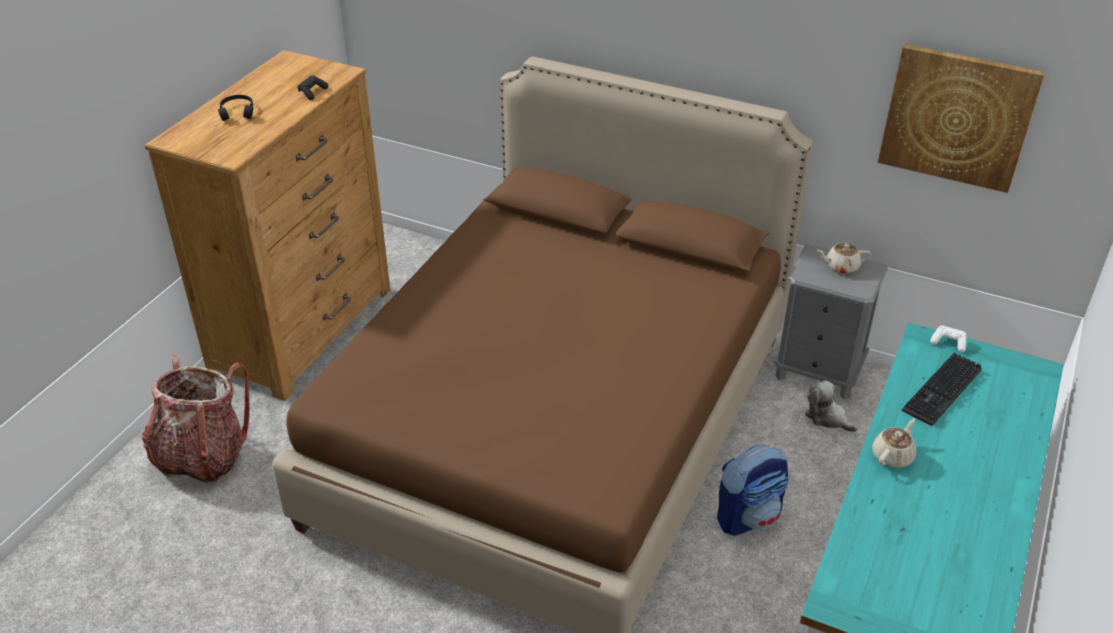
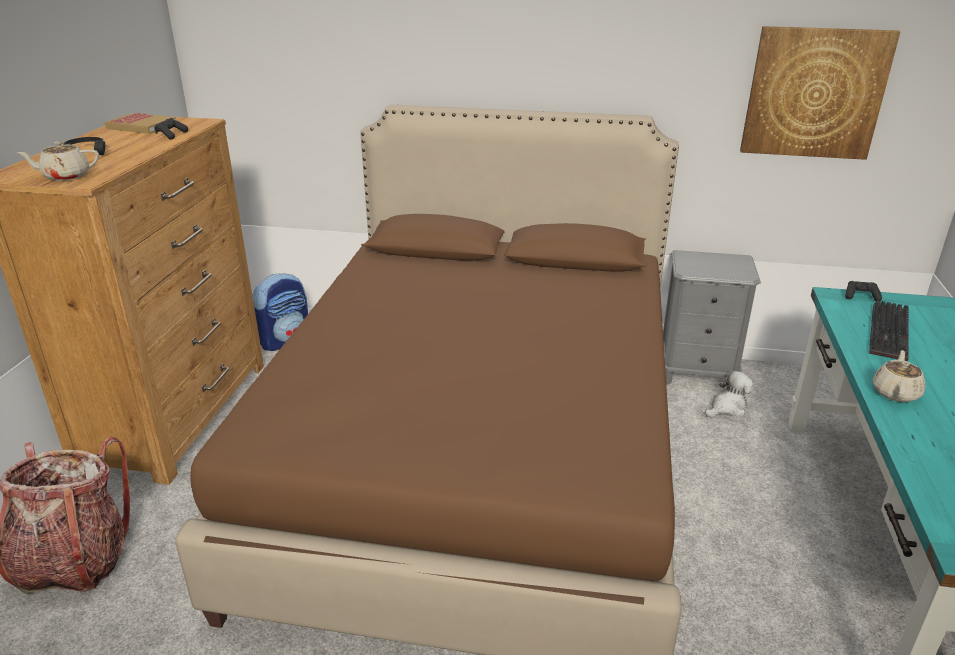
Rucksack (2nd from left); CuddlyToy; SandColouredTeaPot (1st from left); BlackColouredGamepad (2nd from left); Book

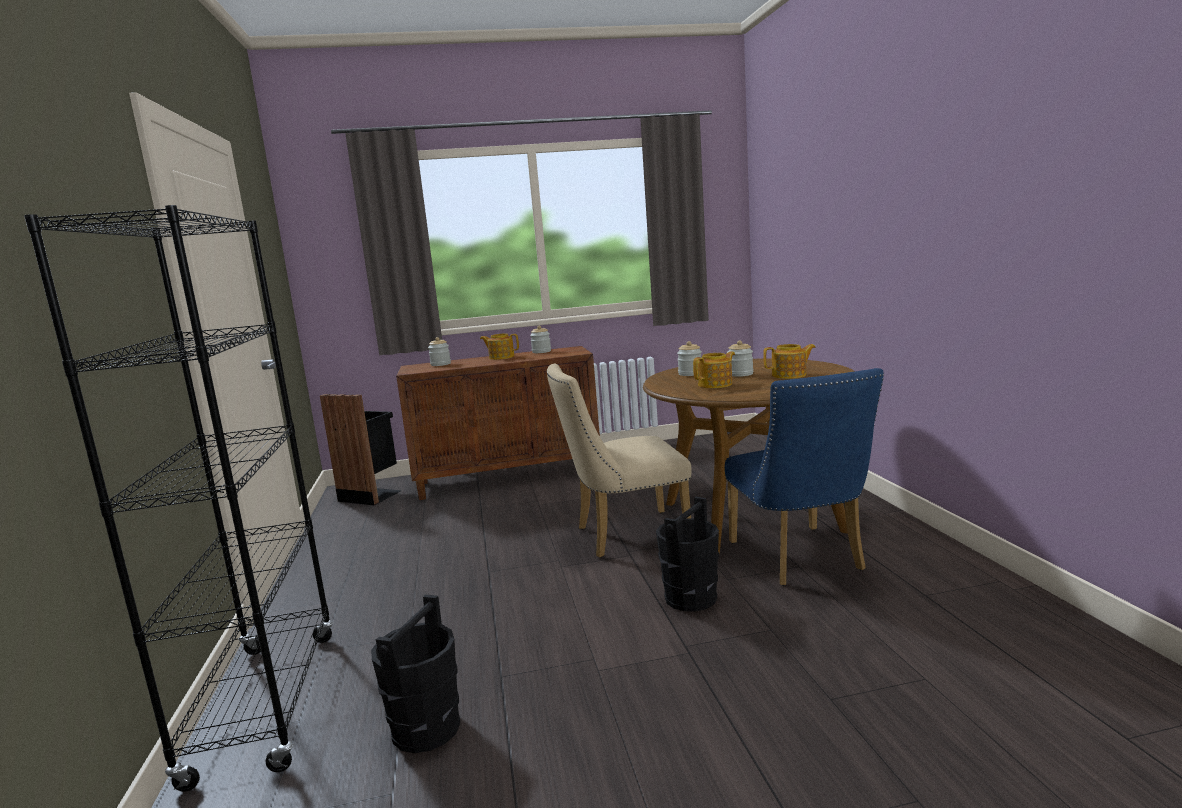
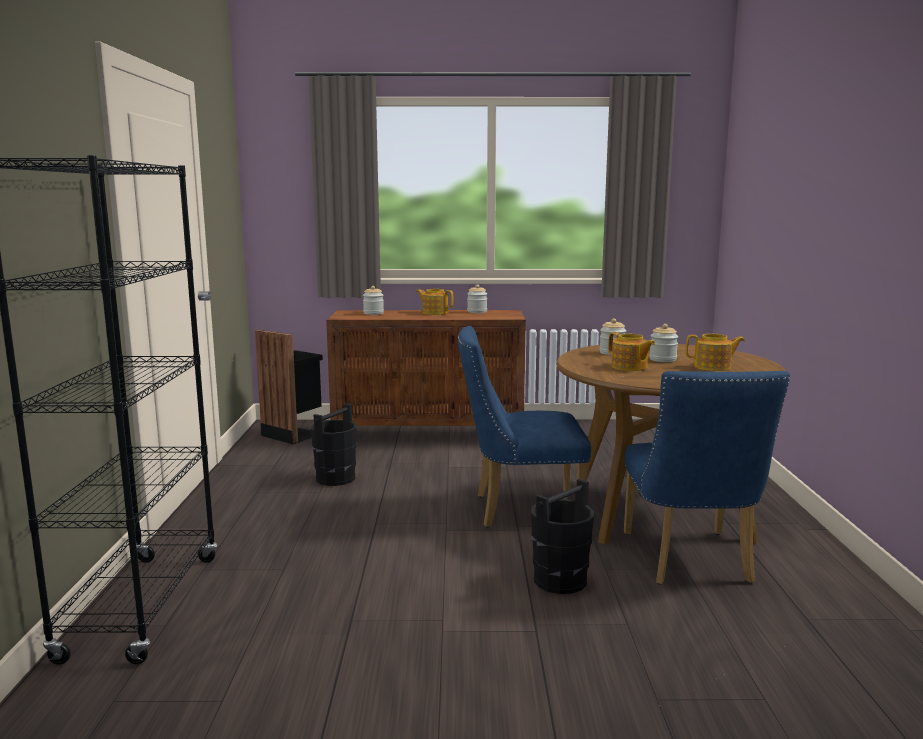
BlackColouredWaterBucket (1st from left); BlueColouredUprightChair (1st from left); TeaPot (2nd from left)

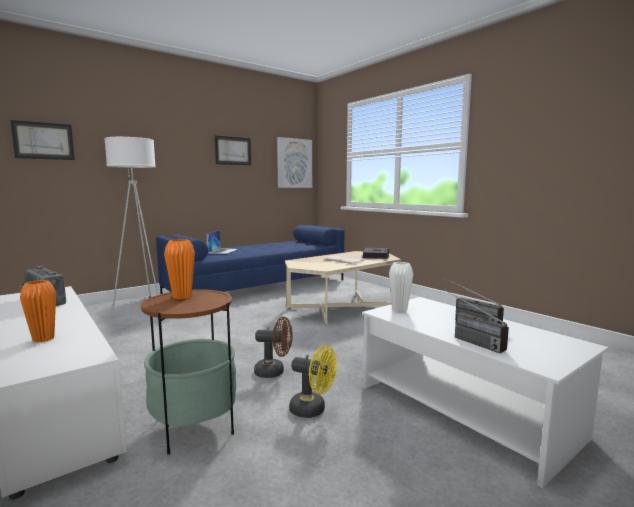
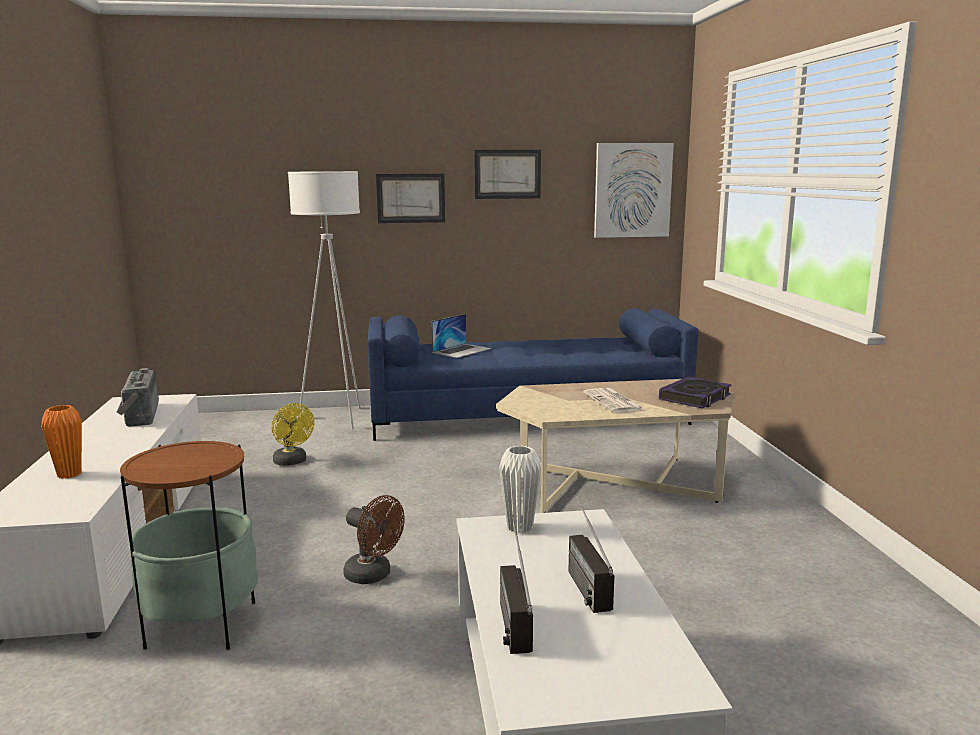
Picture (1st from left); OrangeyVase (2nd from left in the first image); YellowishCoolingFan

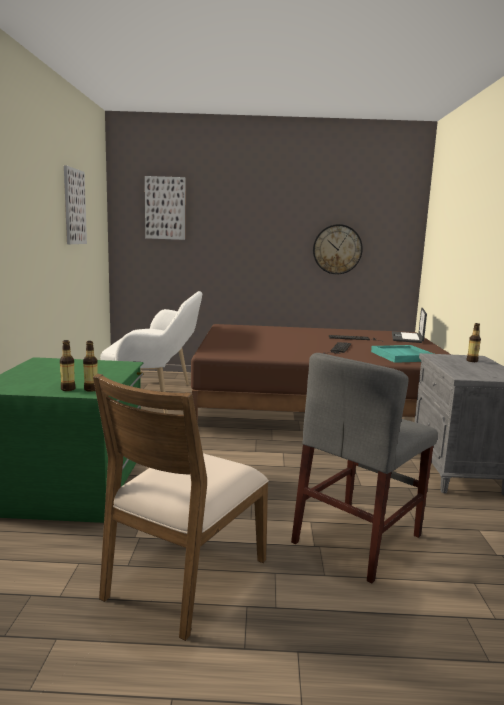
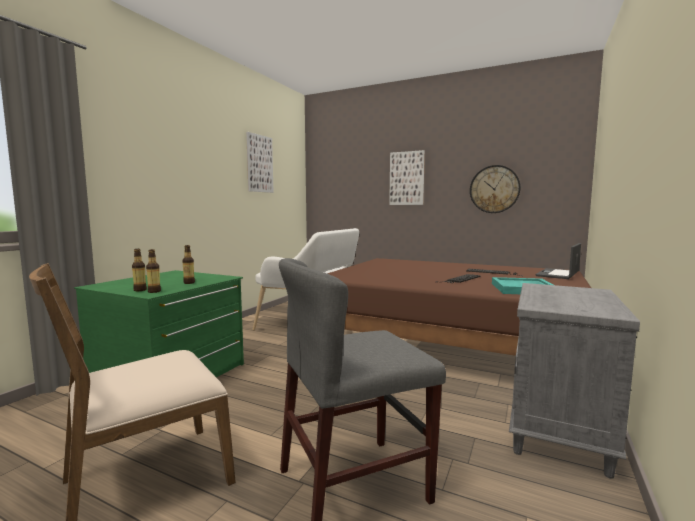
Picture (2nd from left); Bottle (3rd from left)

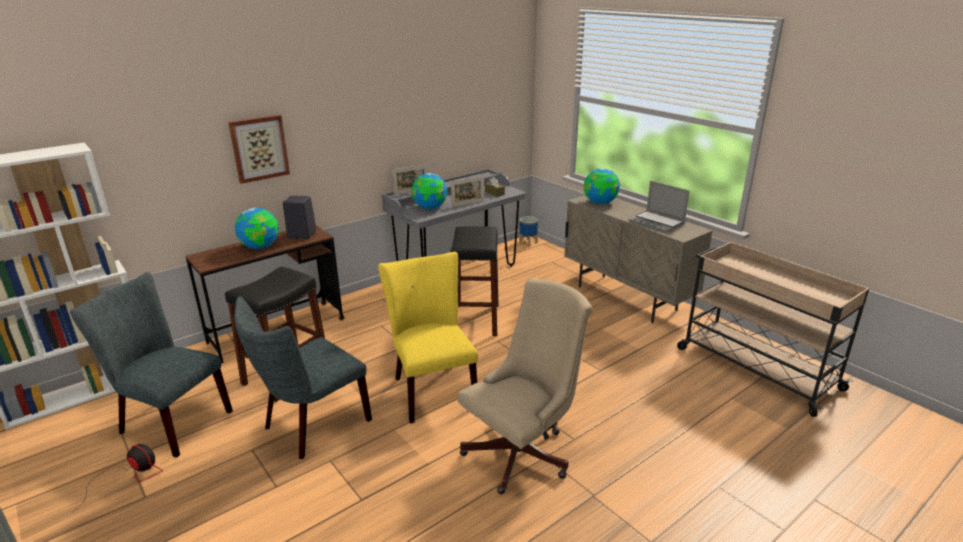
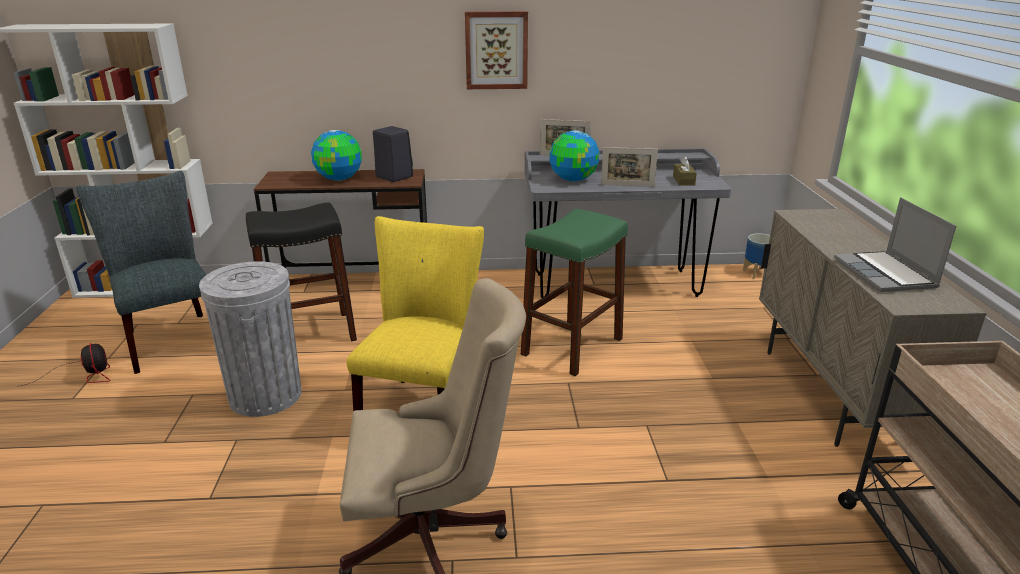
Picture; GrayTrashCan; GreenColouredStoolSeat; Globe (3rd from left in the first image)

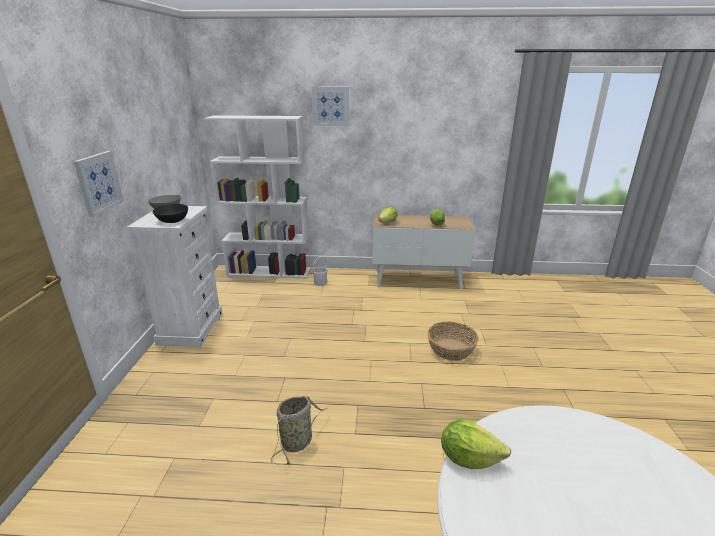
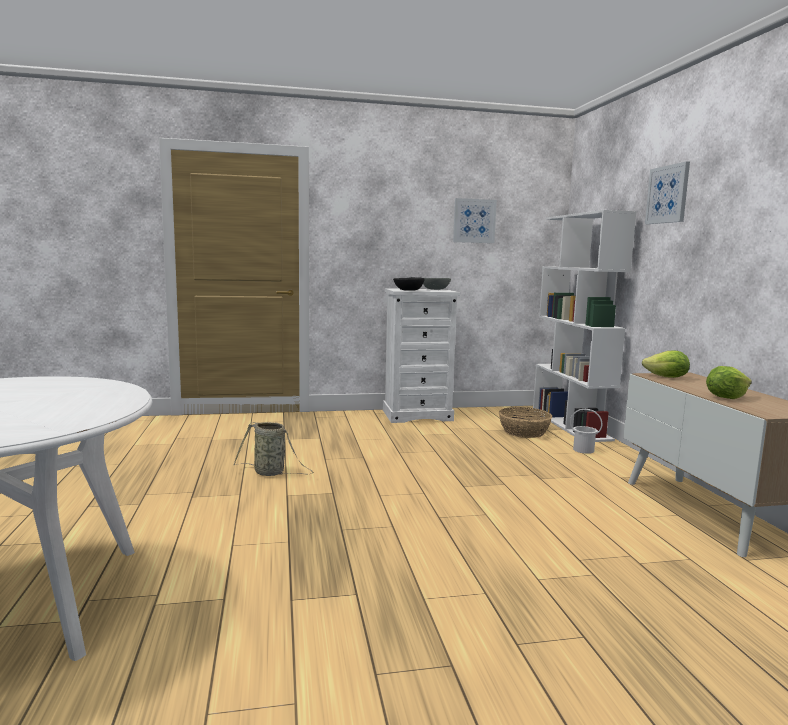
Picture (1st from left); StorageBasket (2nd from left); HeadOfLettuce (3rd from left in the first image)

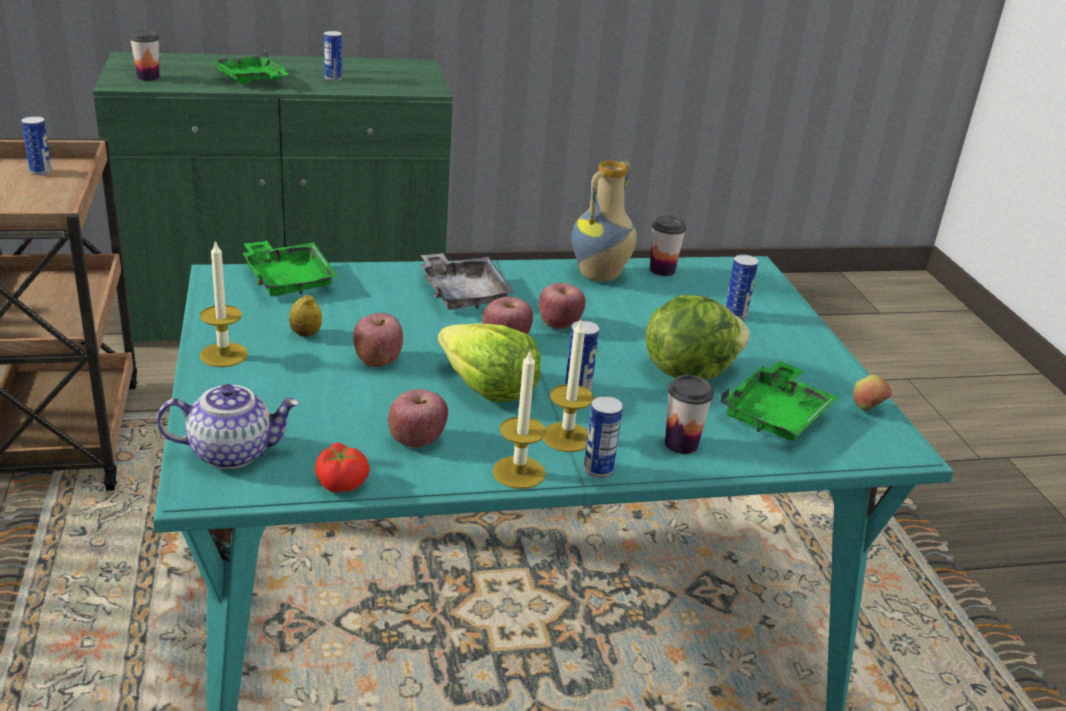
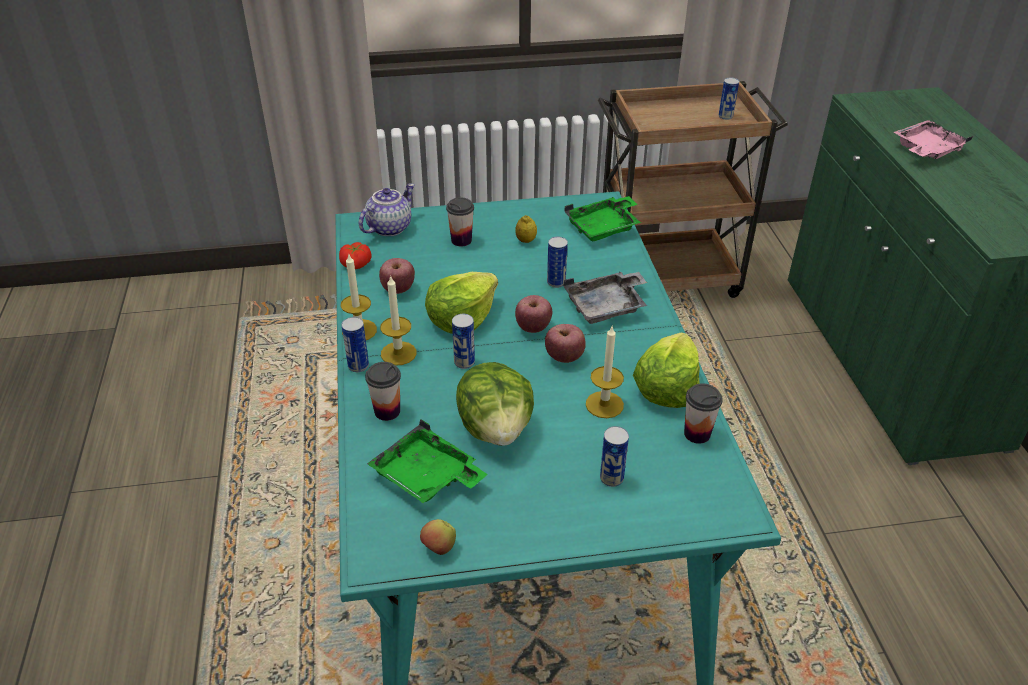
DrinkingCup (2nd from left); TeaPot; WaxLight (3rd from left); PinkishTray; SealedCan (3rd from left); WholeApple (1st from left in the first image); HeadOfLettuce (3rd from left)

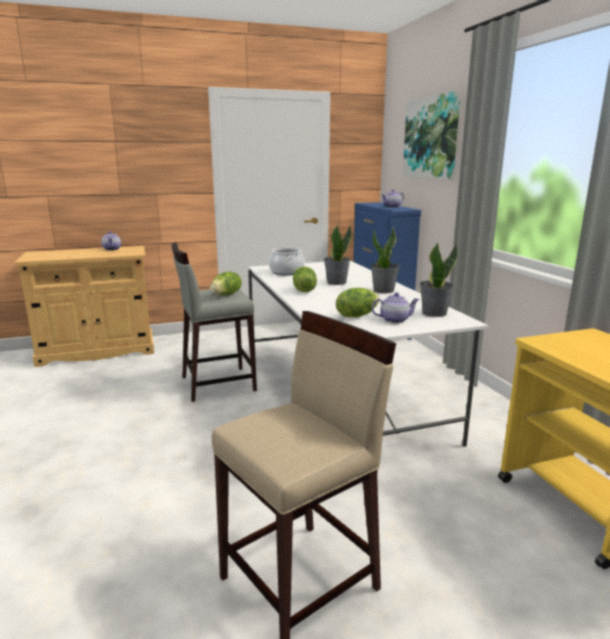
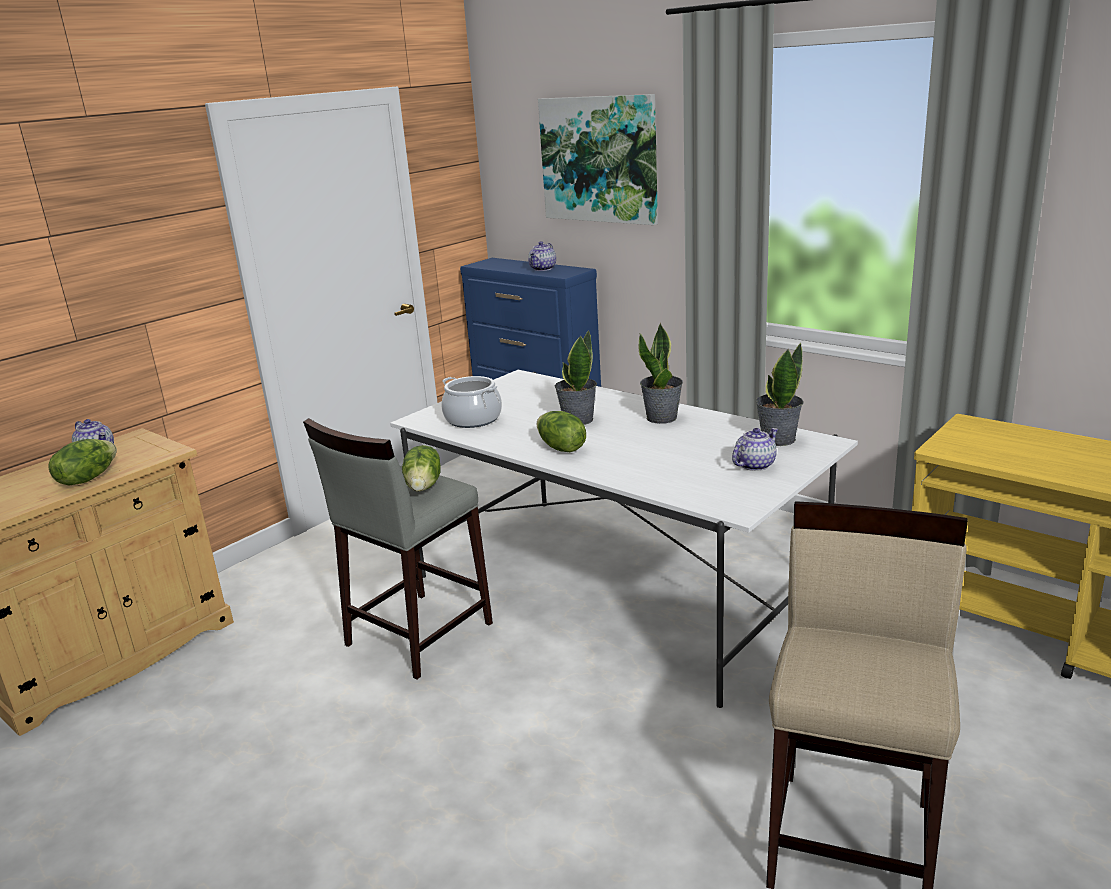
HeadOfLettuce (1st from left)

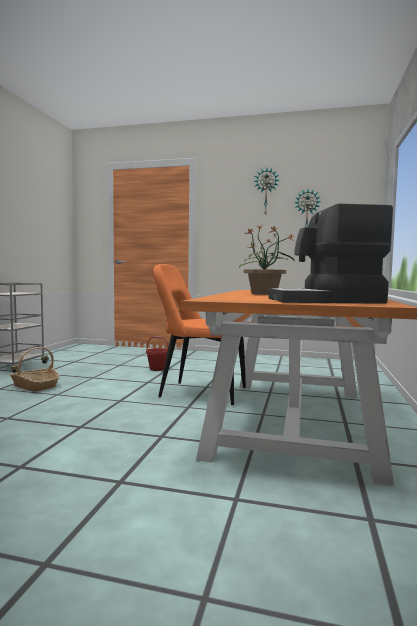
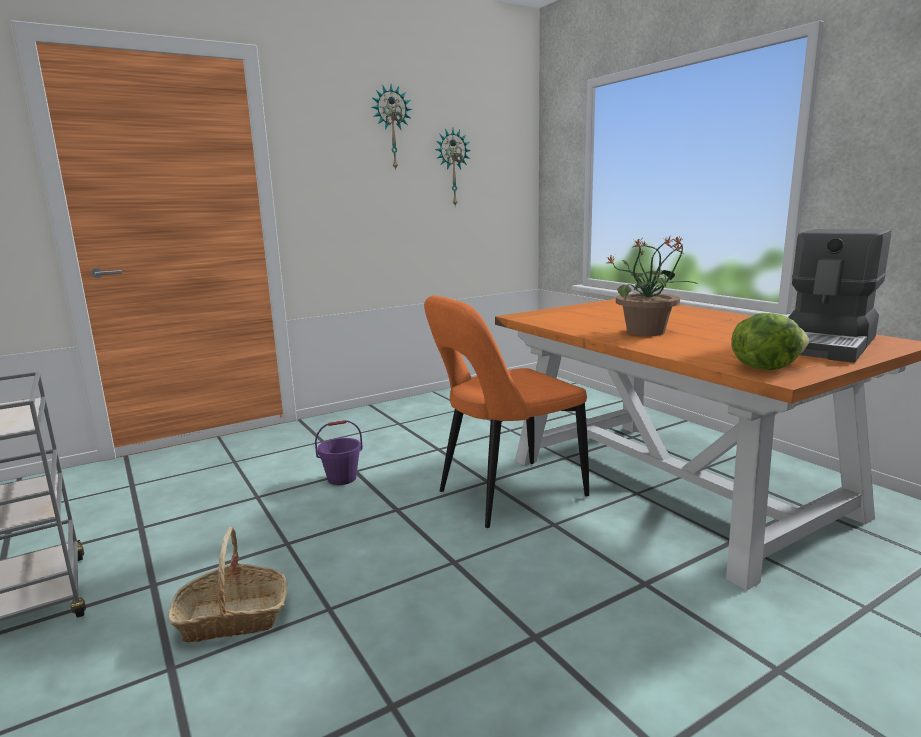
PurplishWaterBucket; HeadOfLettuce

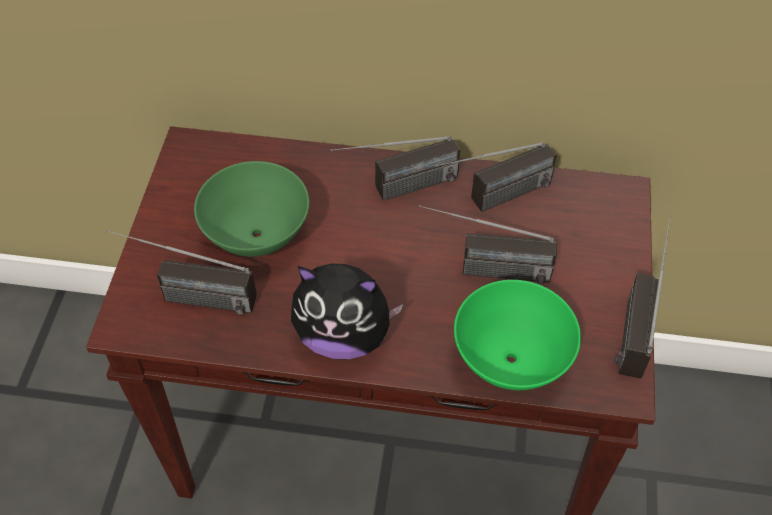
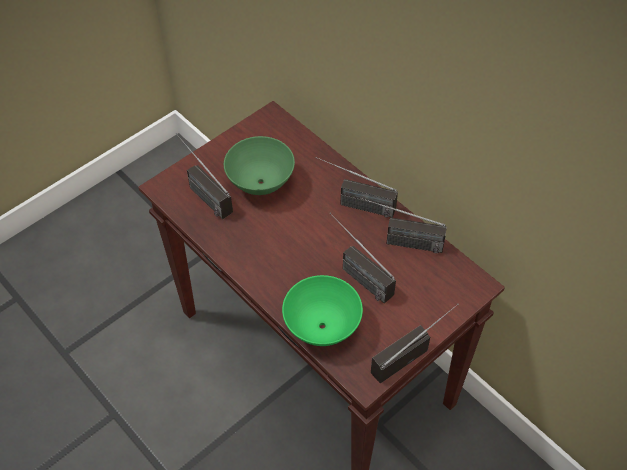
CuddlyToy

